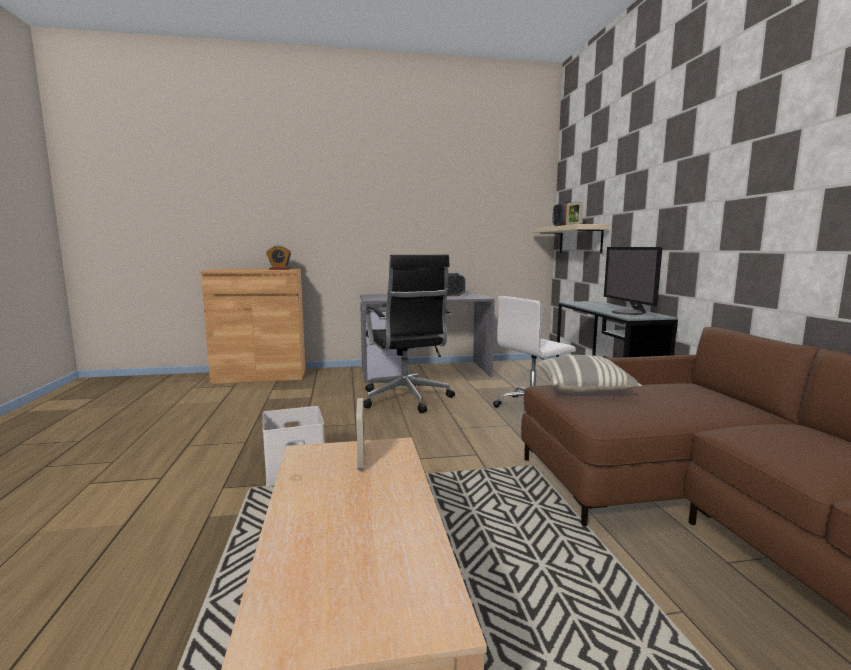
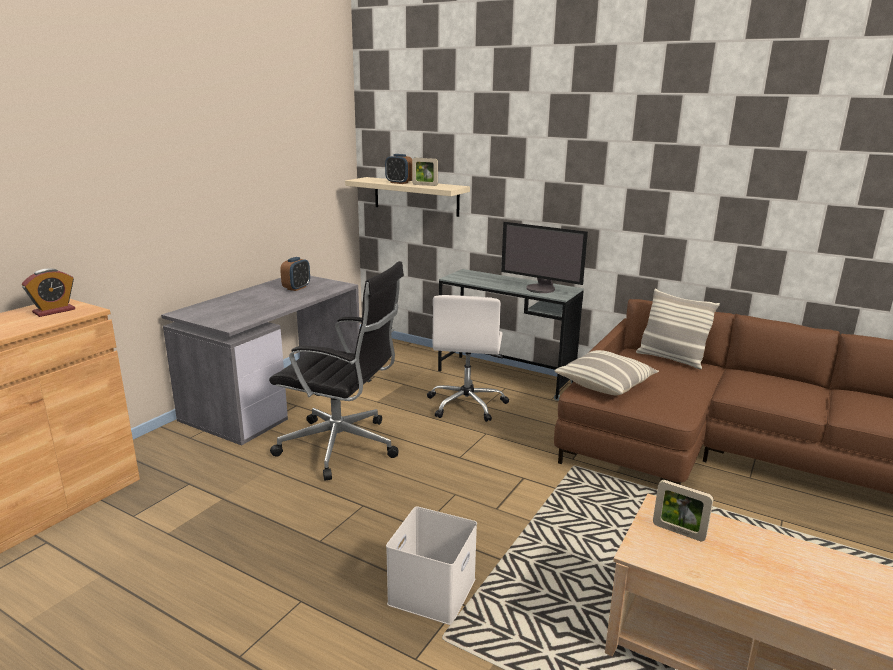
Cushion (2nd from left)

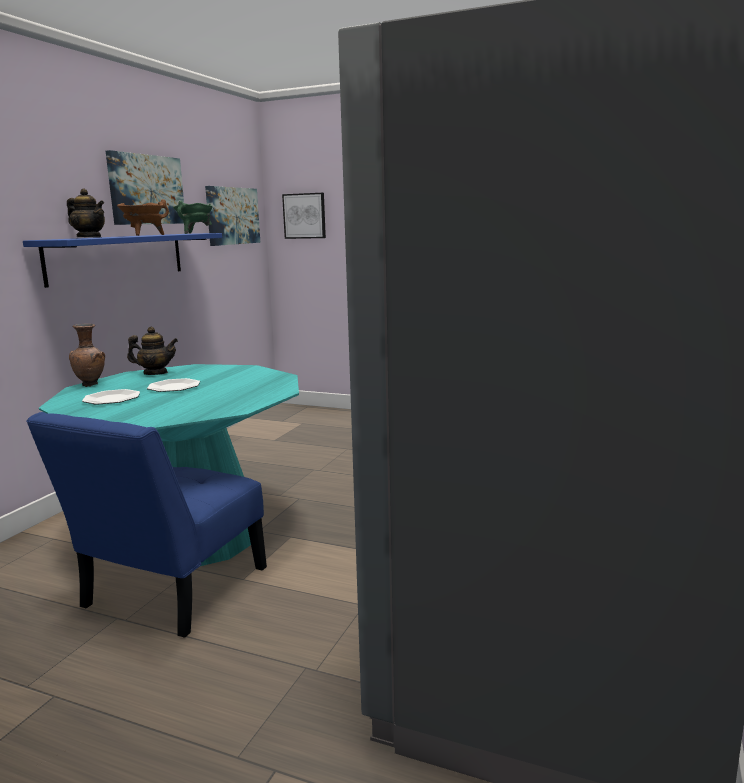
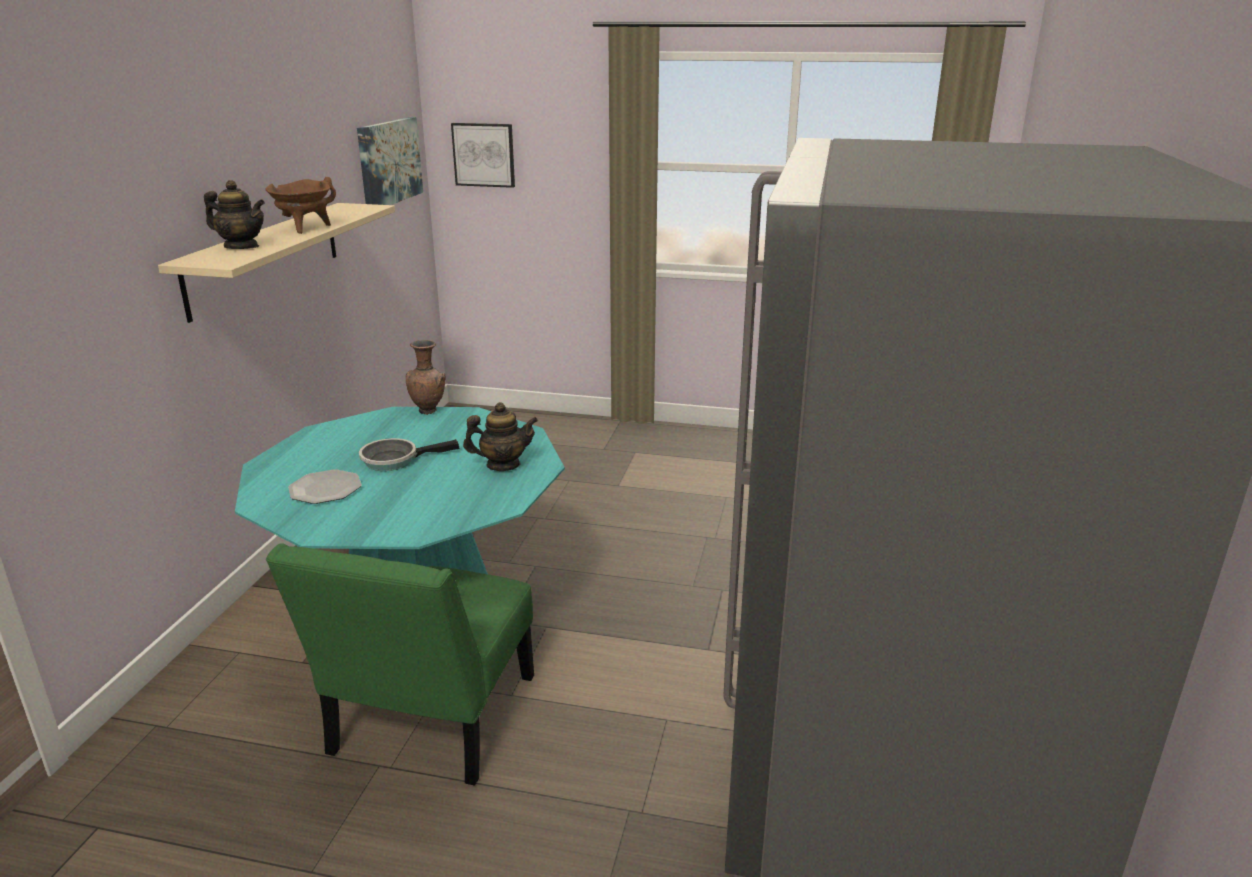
SandColouredShelf; GreenColouredUprightChair; BrownishVase; Picture (1st from left in the first image); TeaPot (2nd from left); FryingPan; GreenColouredSaucepot

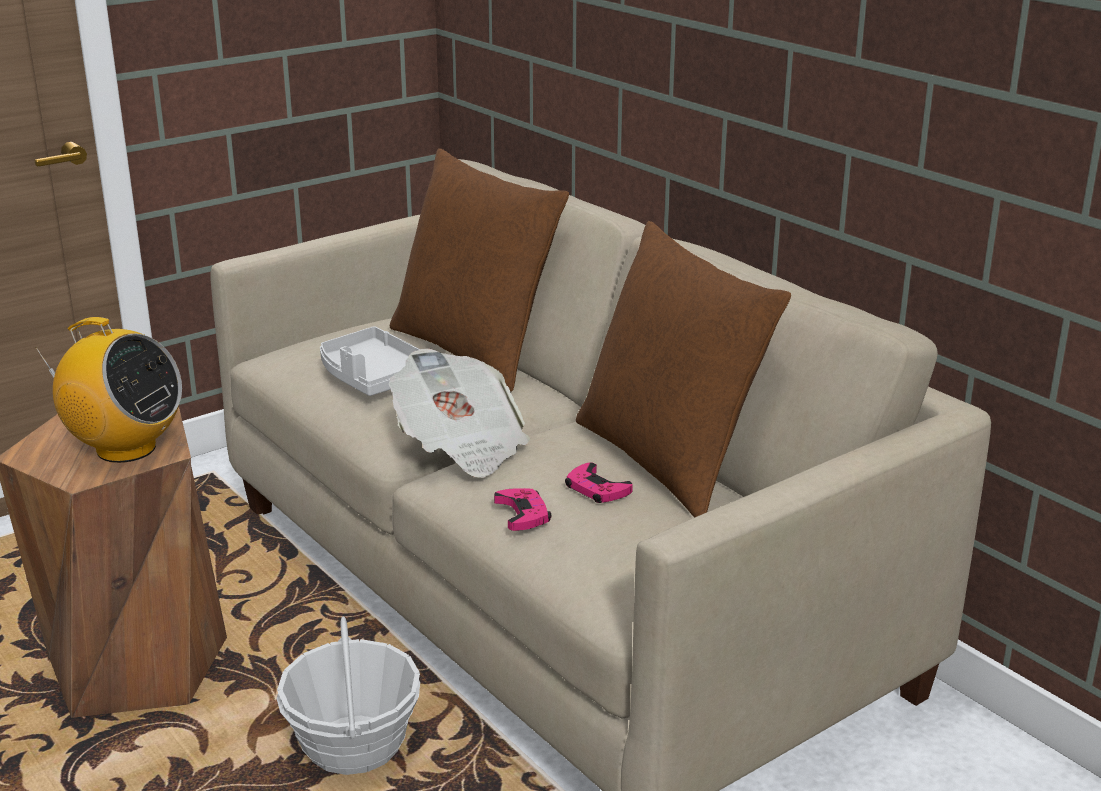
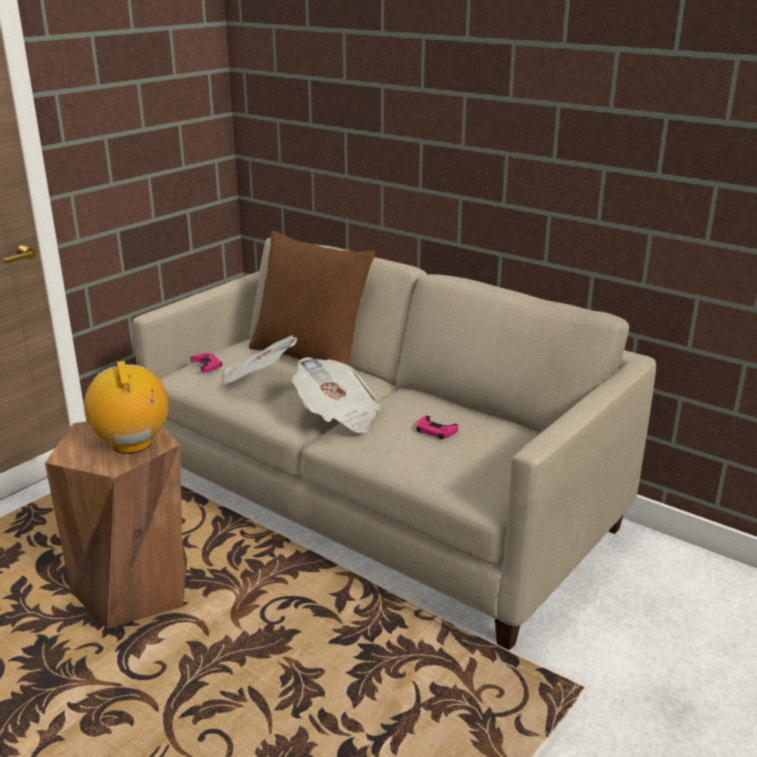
Radio; StorageBasket; DailyPaper (1st from left); PinkishGamepad (1st from left); BrownishCushion (2nd from left in the first image)

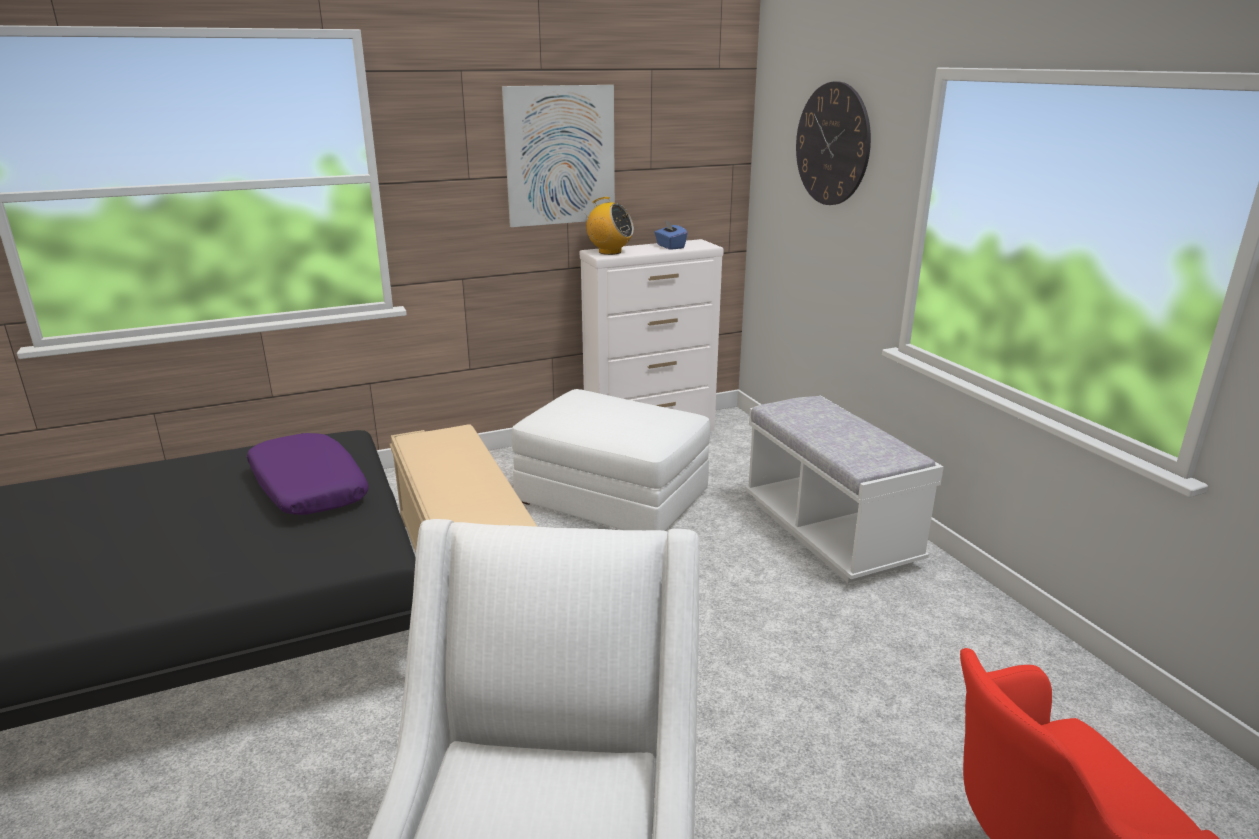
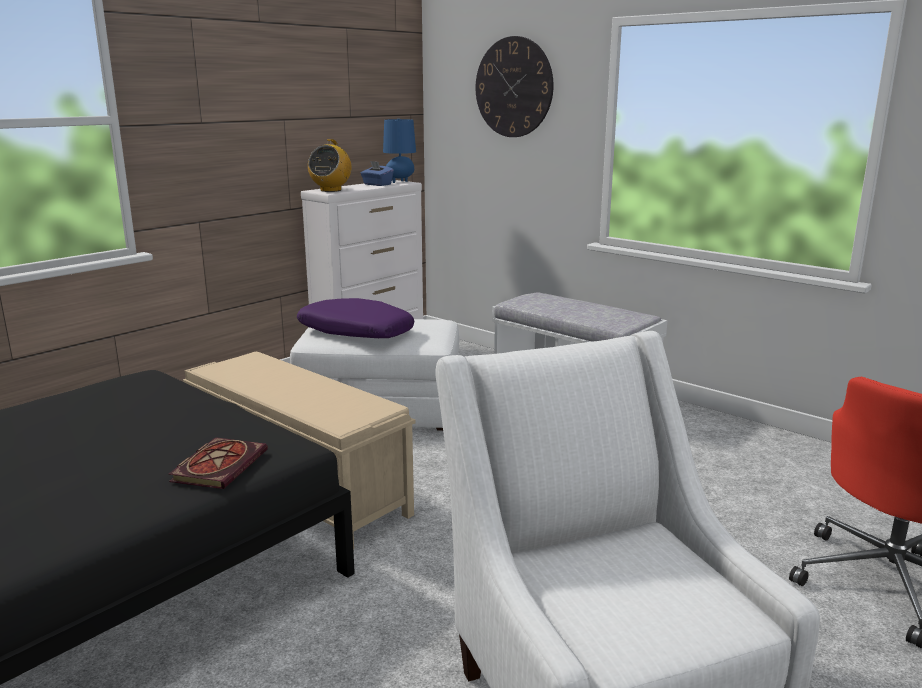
PurplishCushion; Picture; Radio; Book; BlueColouredTableLamp

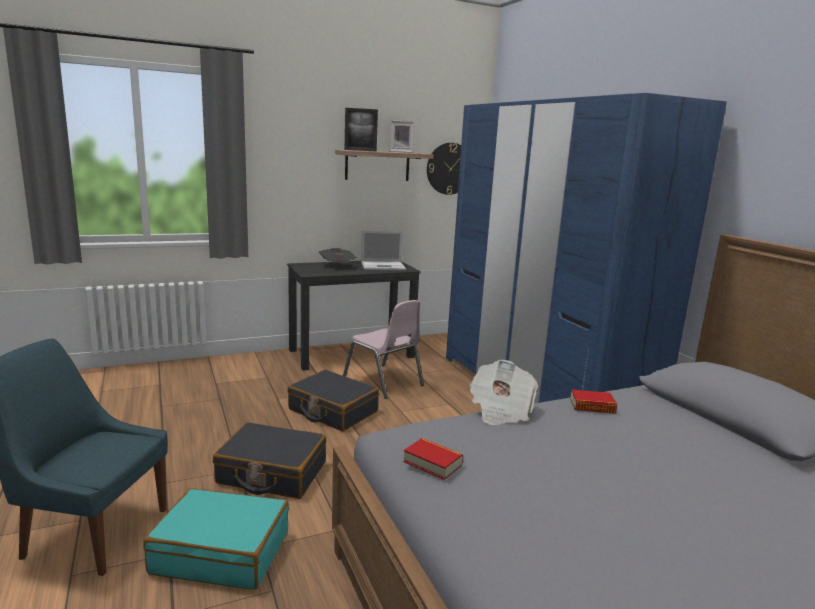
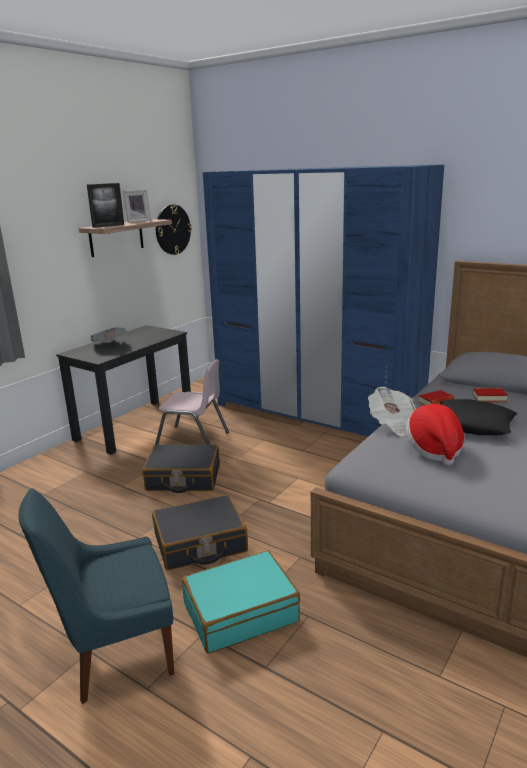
Laptop; Book (2nd from left); WearableHat; BlackColouredCushion

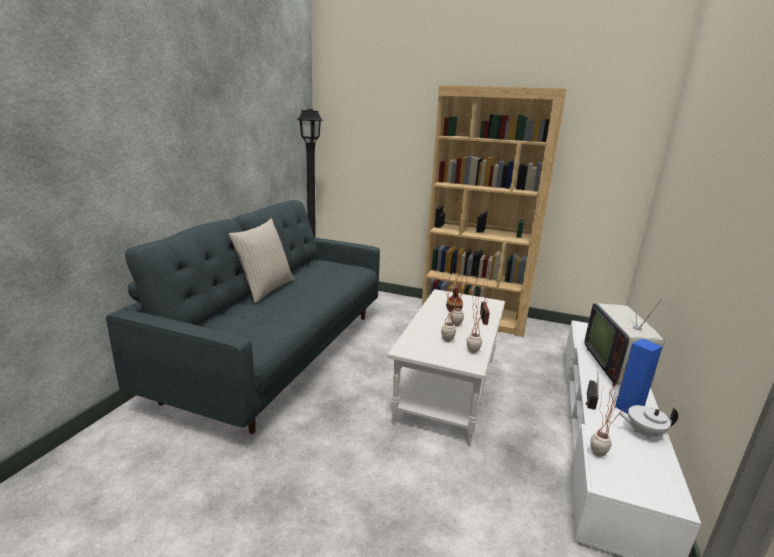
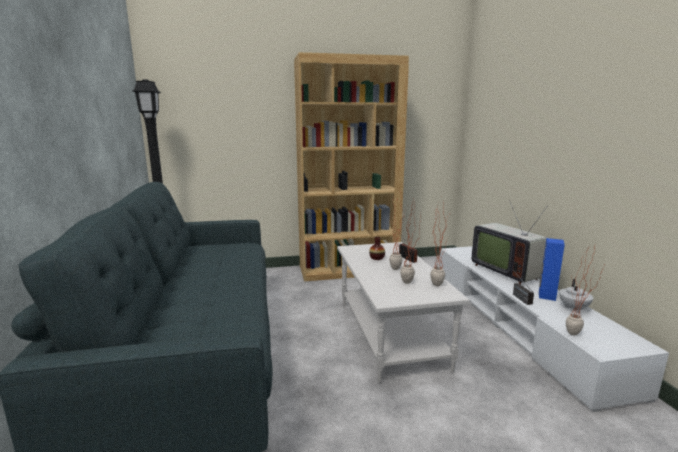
SandColouredCushion; WhiteTeaPot

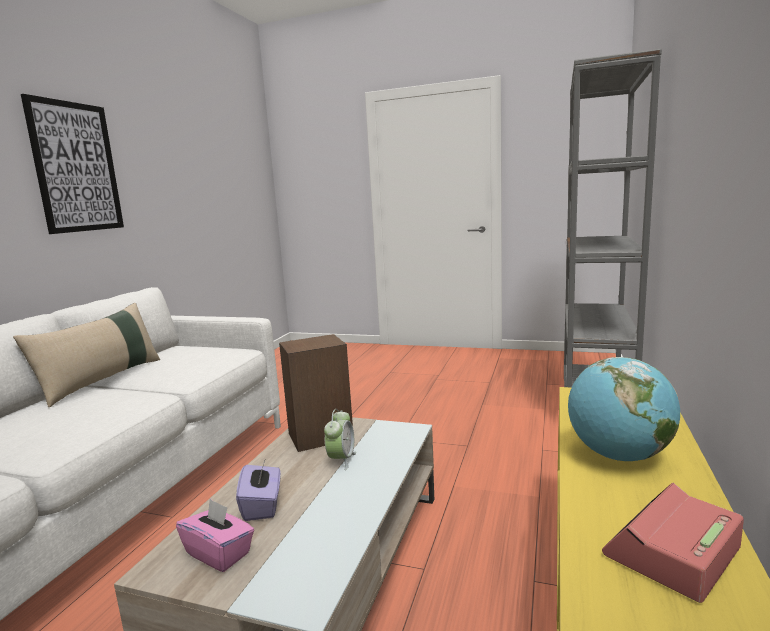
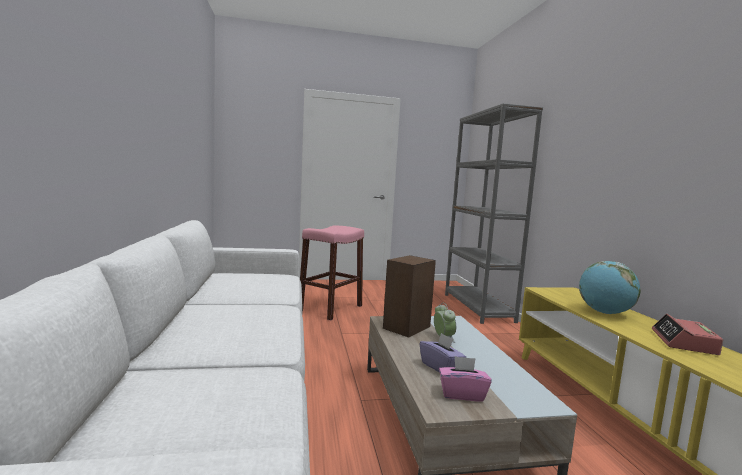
SandColouredCushion; Picture; PinkishStoolSeat

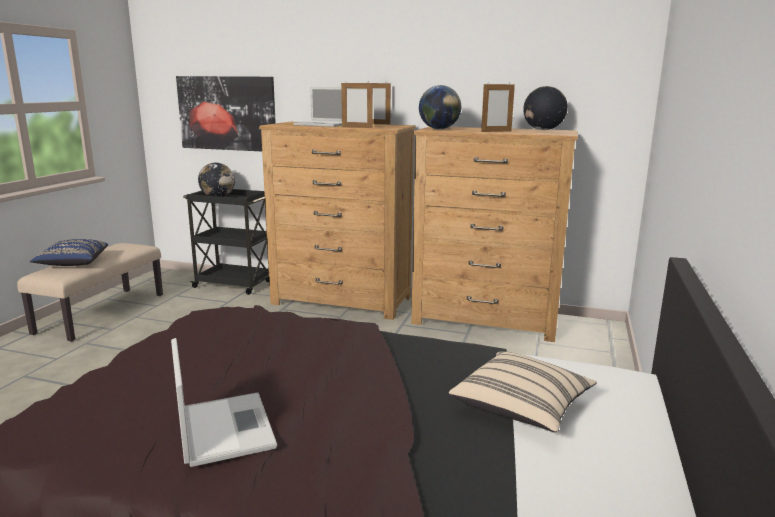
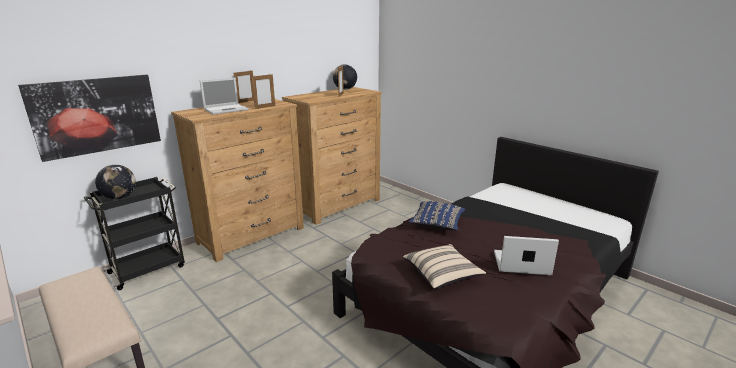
BlueColouredCushion; Globe (2nd from left in the first image); SandColouredCushion

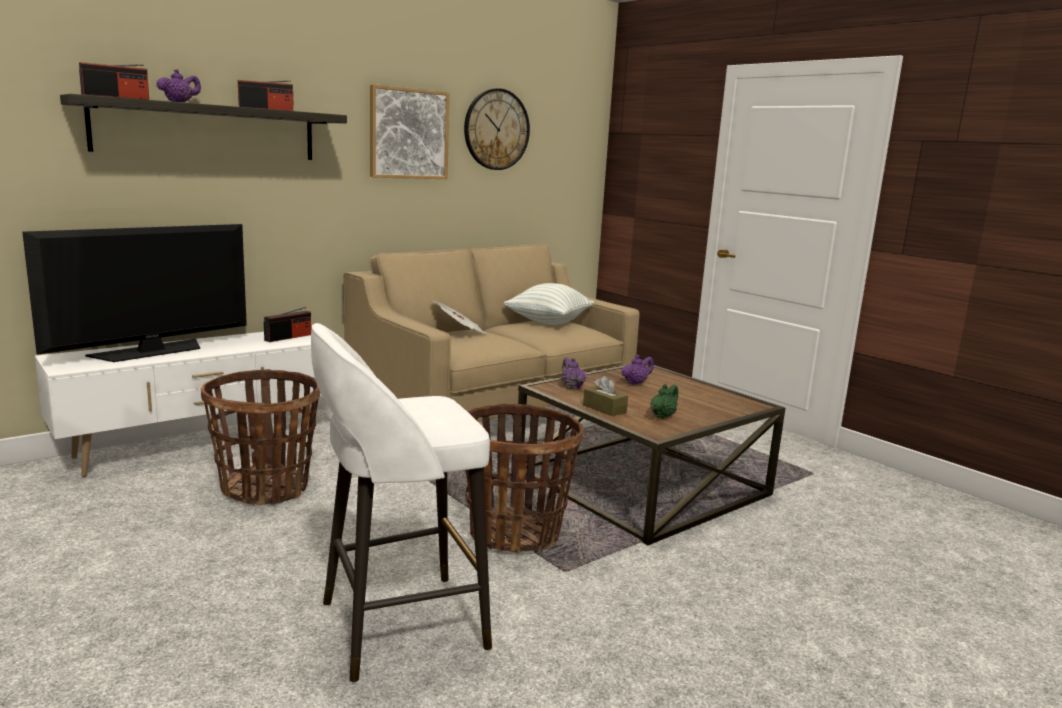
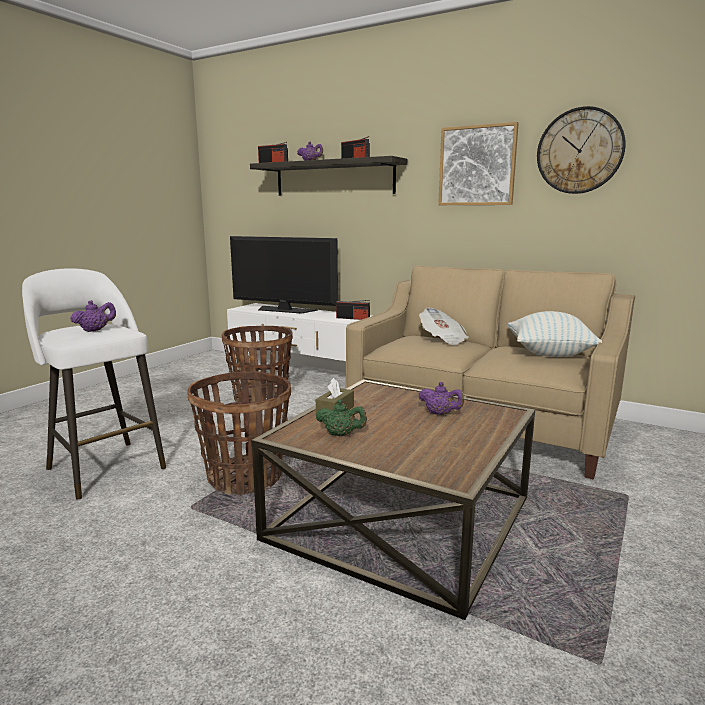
PurplishTeaPot (1st from left)

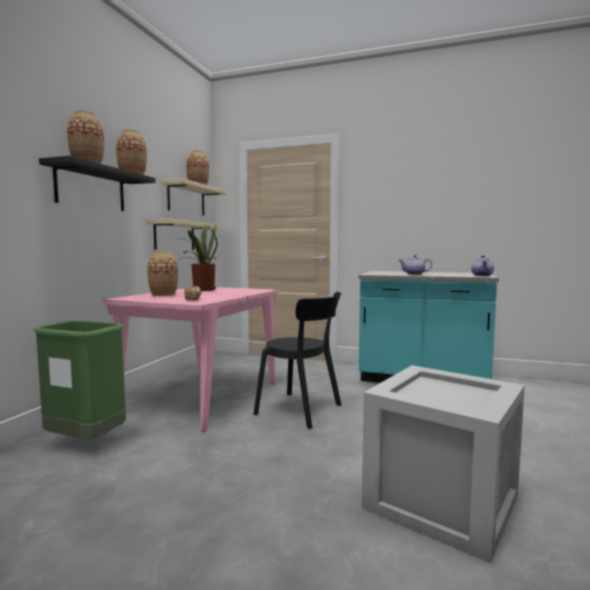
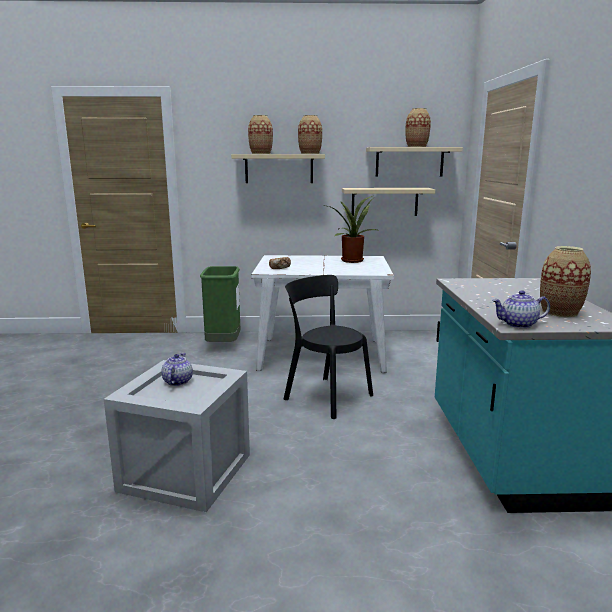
SandColouredShelf (1st from left); WhiteKitchenTable; Vase (4th from left); BlackColouredUprightChair; TeaPot (1st from left)

